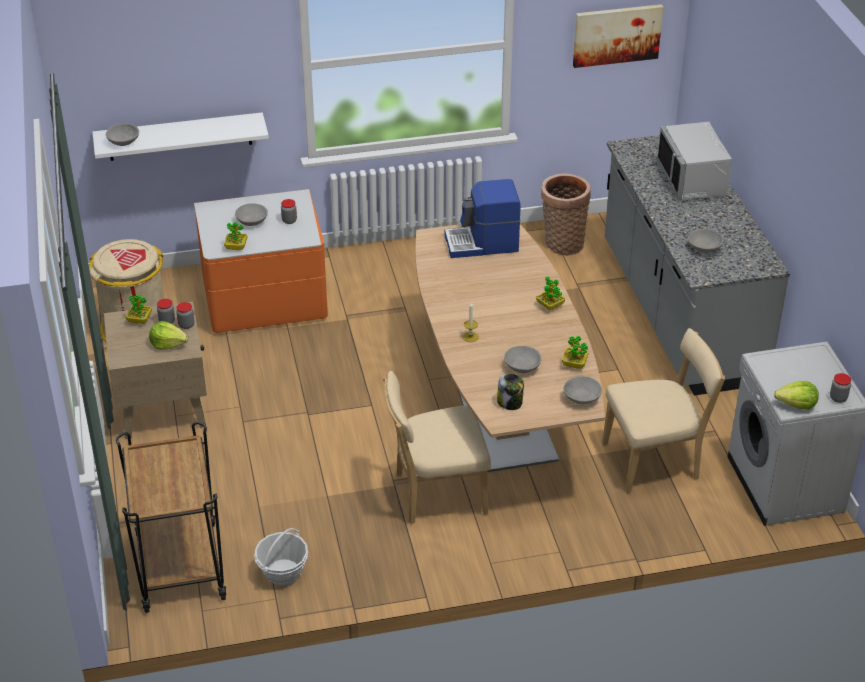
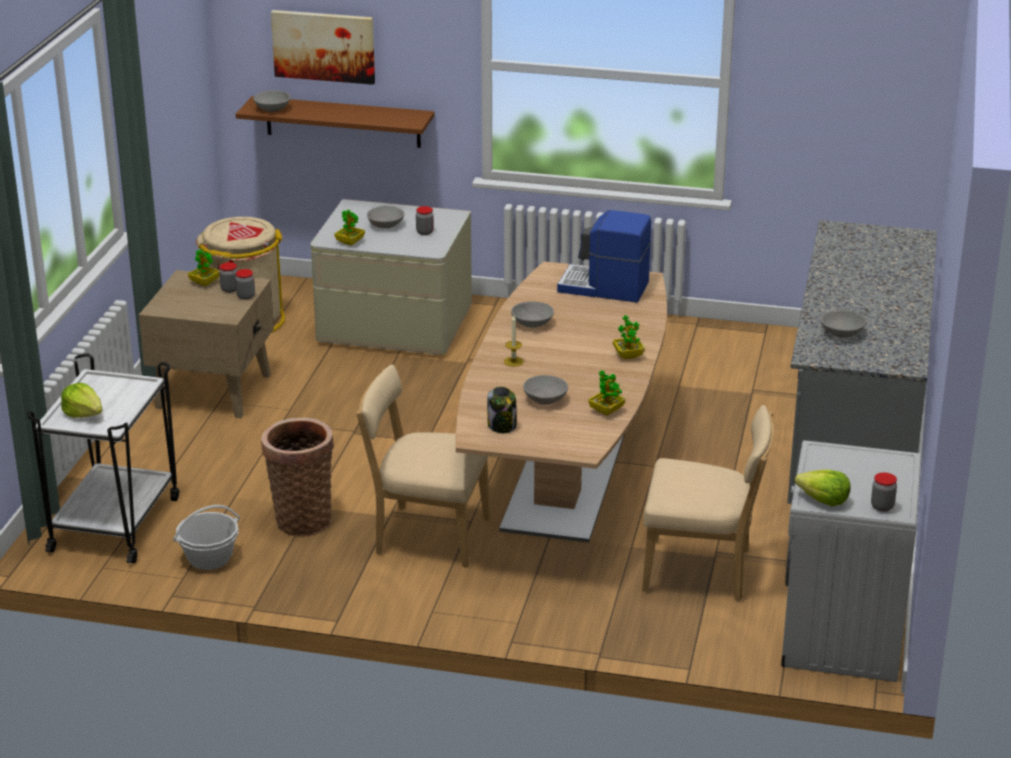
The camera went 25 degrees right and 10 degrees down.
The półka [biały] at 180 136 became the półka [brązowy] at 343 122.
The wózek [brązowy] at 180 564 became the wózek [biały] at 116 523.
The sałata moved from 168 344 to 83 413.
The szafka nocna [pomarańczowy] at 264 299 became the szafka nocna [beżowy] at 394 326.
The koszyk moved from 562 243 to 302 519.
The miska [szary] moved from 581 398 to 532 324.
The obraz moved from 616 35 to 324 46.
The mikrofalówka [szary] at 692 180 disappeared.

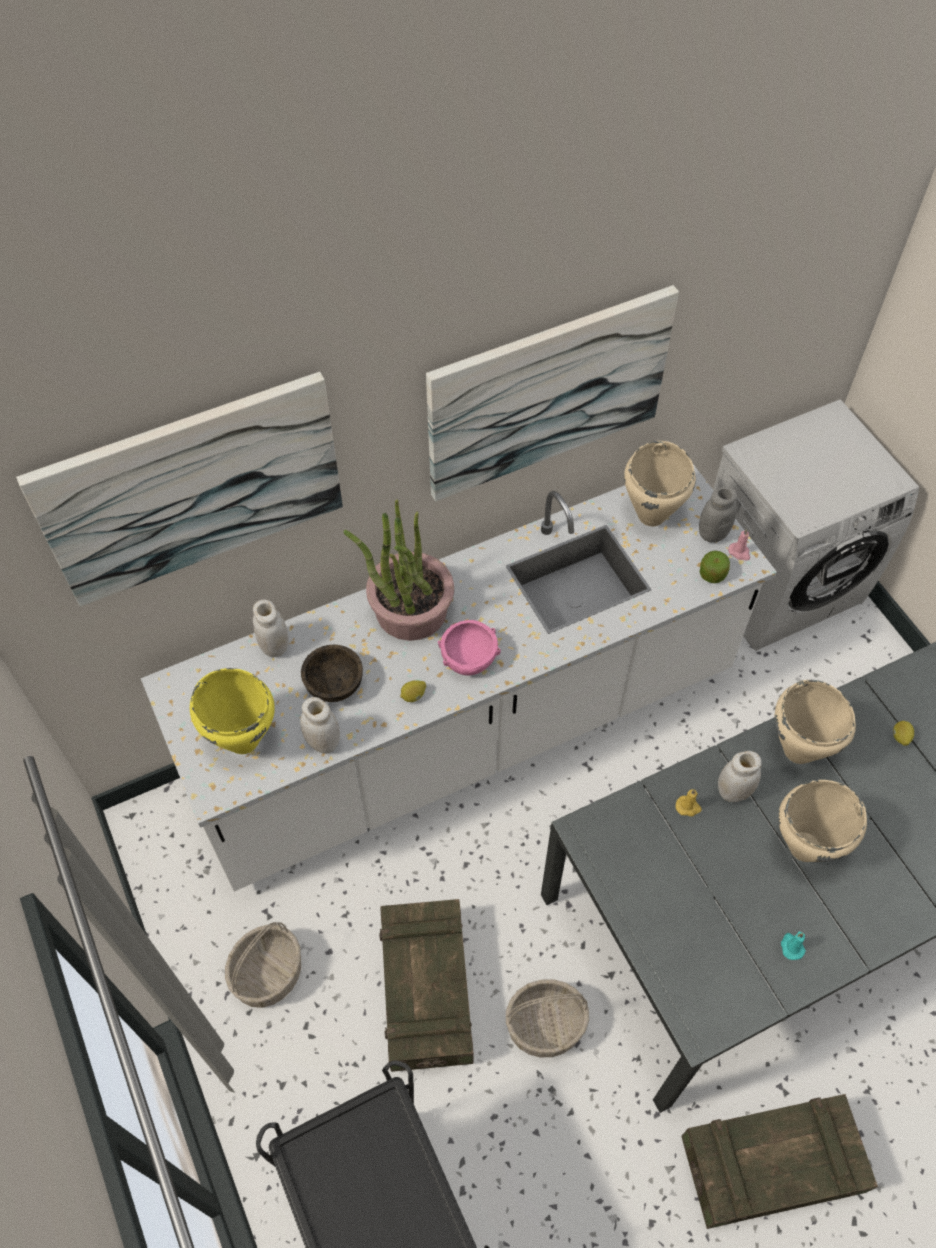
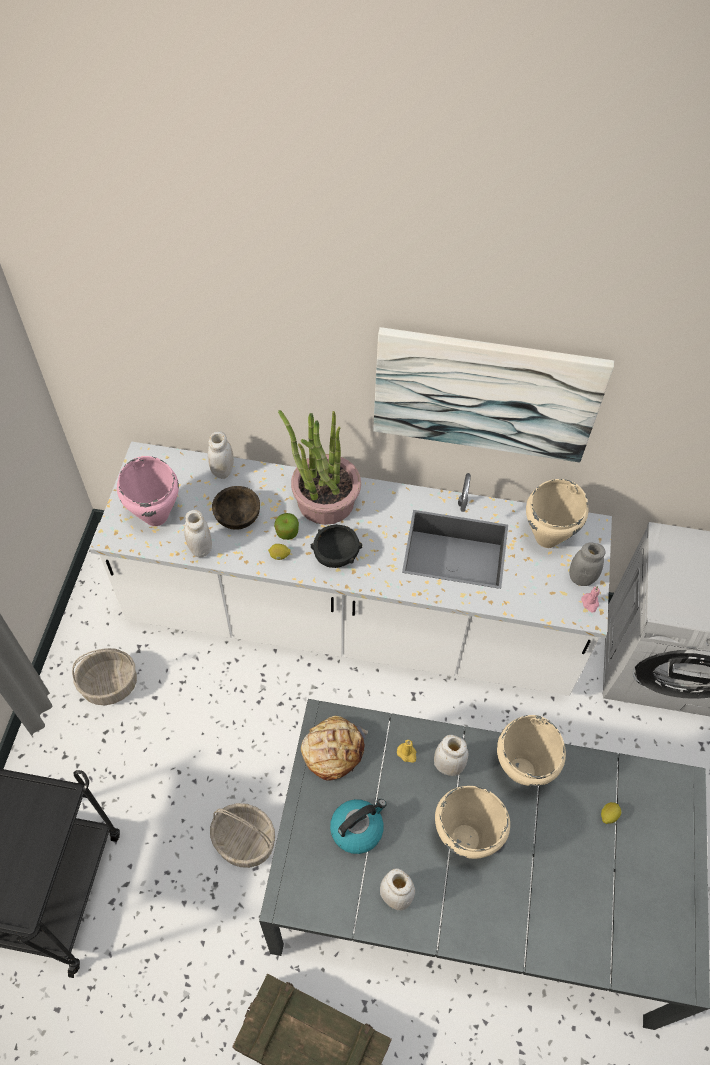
The camera went 35 degrees right and 0 degrees up.
The obraz at 193 488 disappeared.
The garnek [żółty] at 243 739 became the garnek [różowy] at 156 516.
The skrzynka at 426 992 disappeared.
The miska [różowy] at 469 657 became the miska [czarny] at 336 554.
The jabłko moved from 712 574 to 287 532.
The świeca [turkusowy] at 791 946 was replaced by the słoik [biały] at 395 896.
The chleb at 332 750 appeared.
The czajnik at 357 828 appeared.

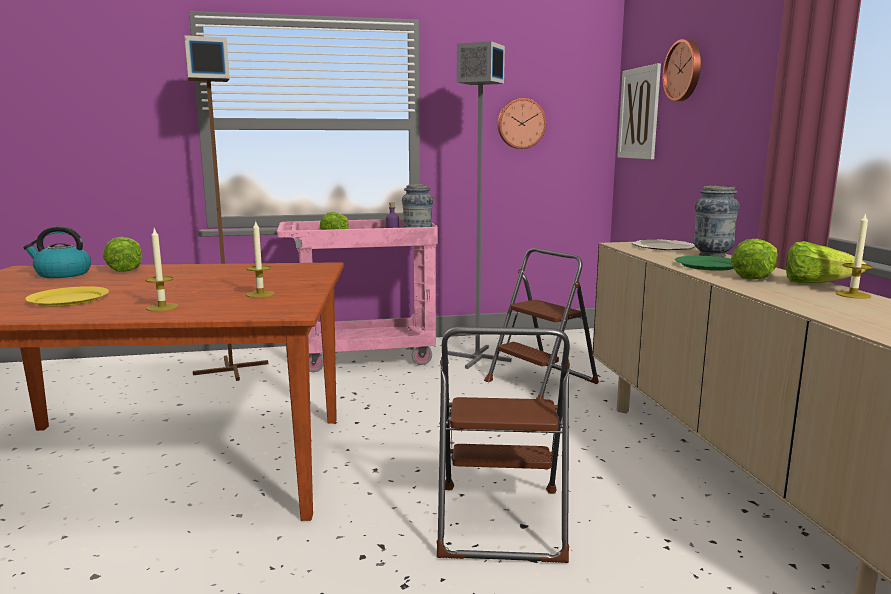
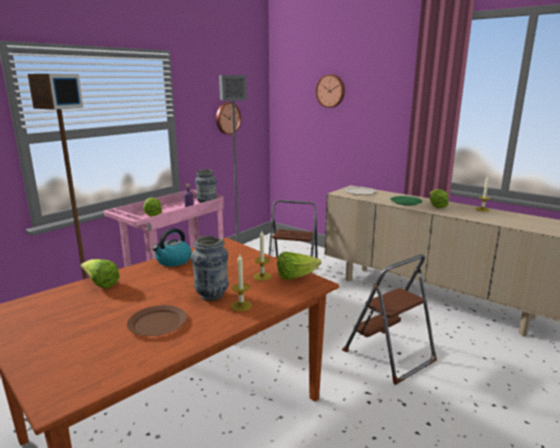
The camera went 40 degrees left and 5 degrees up.
The czajnik moved from 62 274 to 173 261.
The talerz [żółty] at 68 299 became the talerz [brązowy] at 157 323.
The obraz at 639 113 disappeared.
The wazon moved from 712 256 to 212 296.
The sałata moved from 815 284 to 295 277.

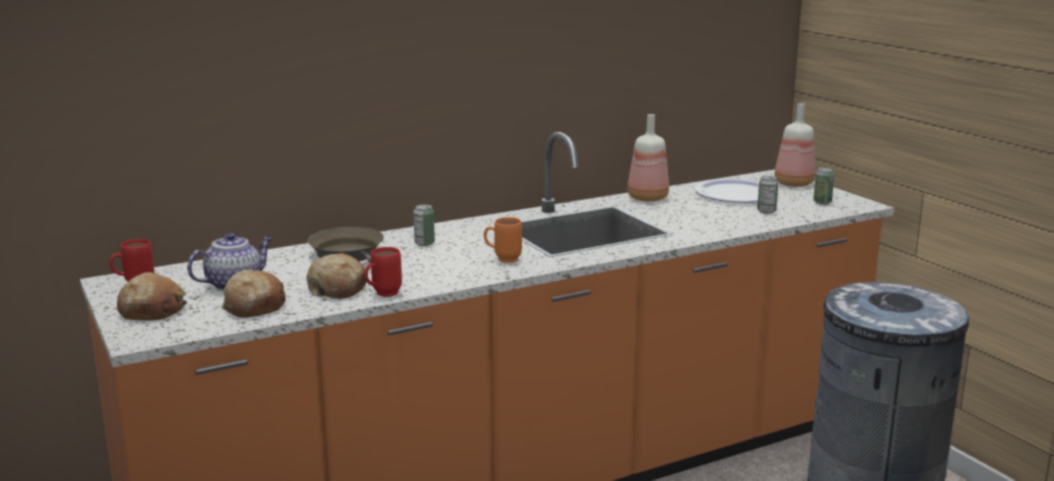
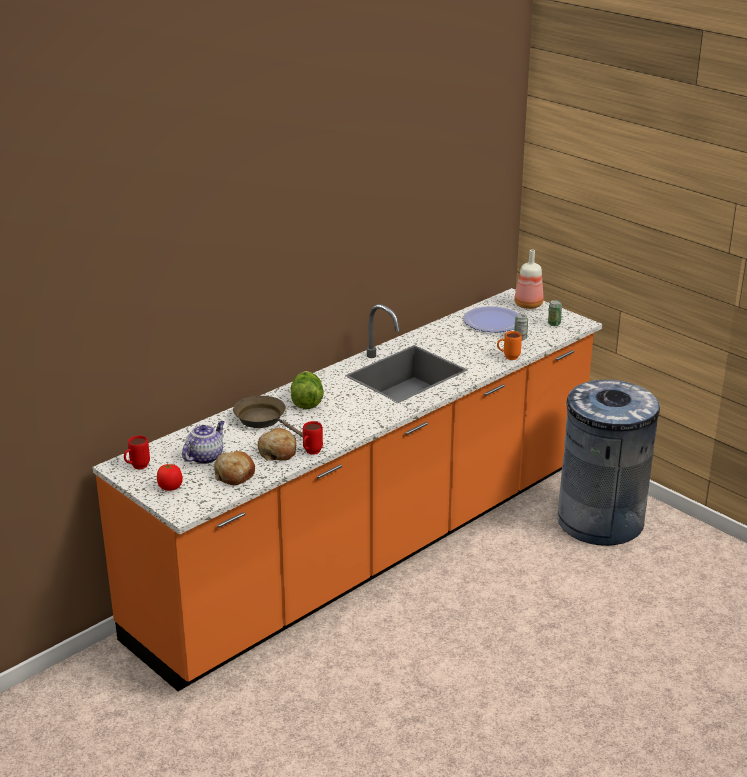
The camera went 15 degrees left and 10 degrees up.
The chleb at 152 310 was replaced by the pomidor at 170 487.
The puszka at 424 243 was replaced by the sałata at 306 401.
The kubek [pomarańczowy] moved from 502 259 to 508 357.
The butelka at 646 198 disappeared.

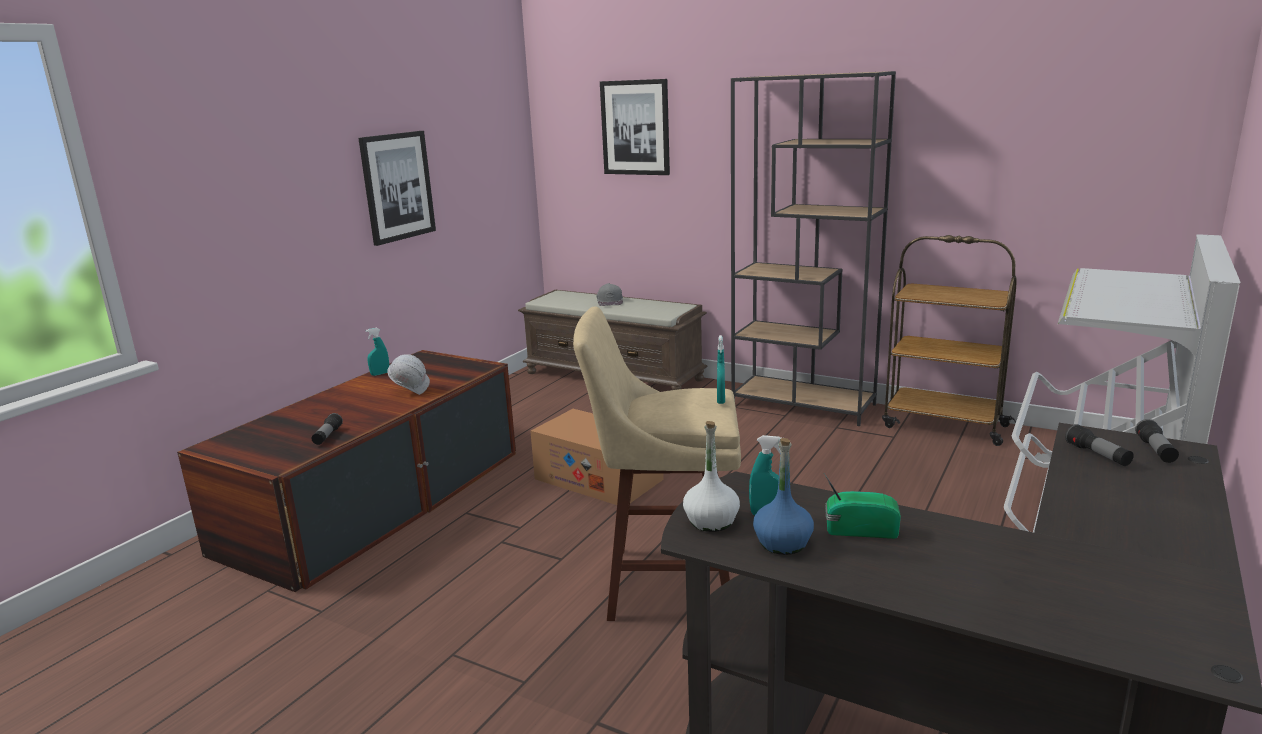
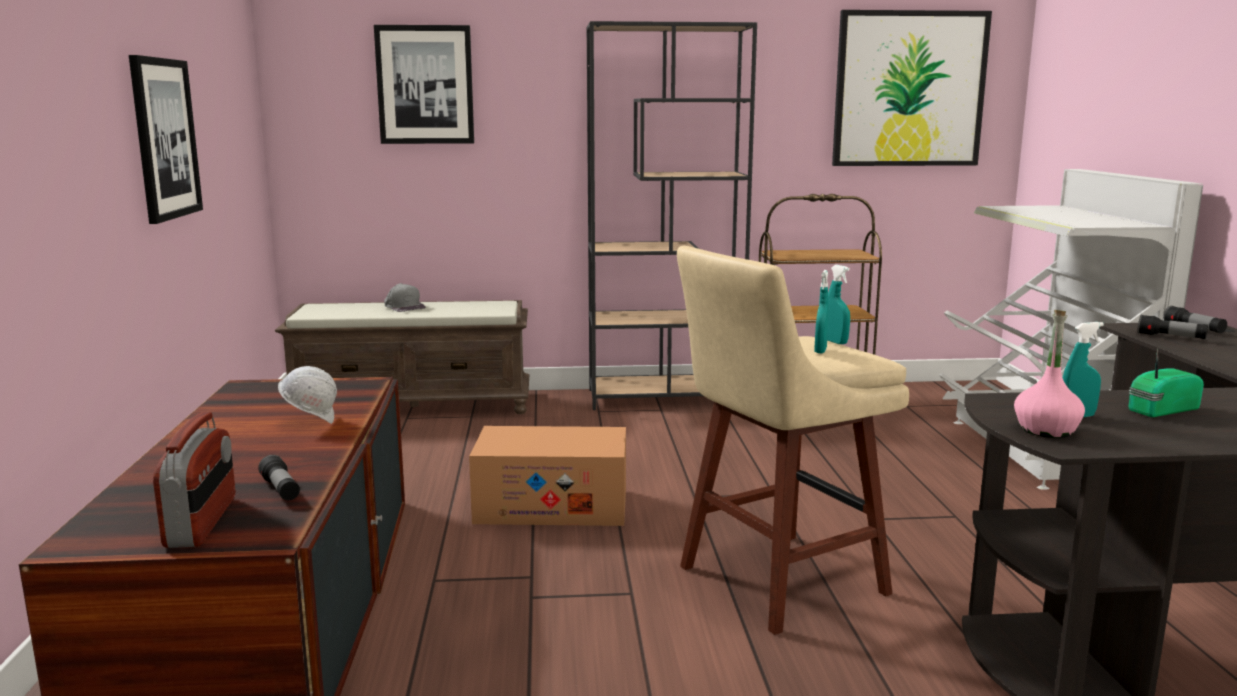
The camera went 35 degrees left and 5 degrees down.
The spryskiwacz [turkusowy] moved from 380 374 to 820 350.
The butelka [biały] at 711 521 became the butelka [różowy] at 1046 430.
The butelka [niebieski] at 783 543 disappeared.
The radio at 202 522 appeared.
The obraz at 909 89 appeared.

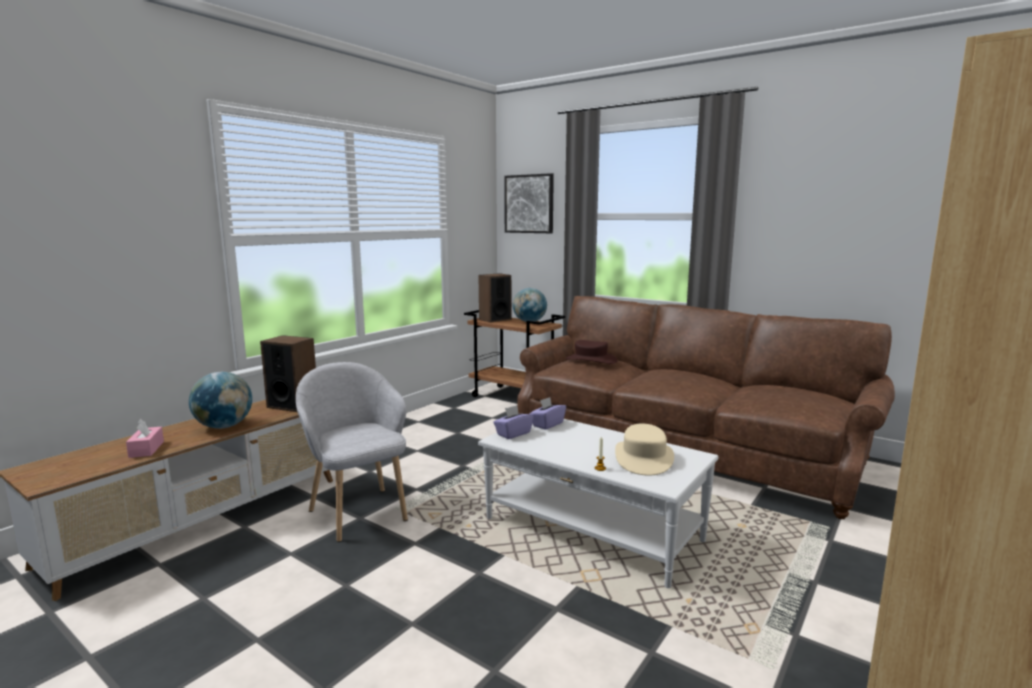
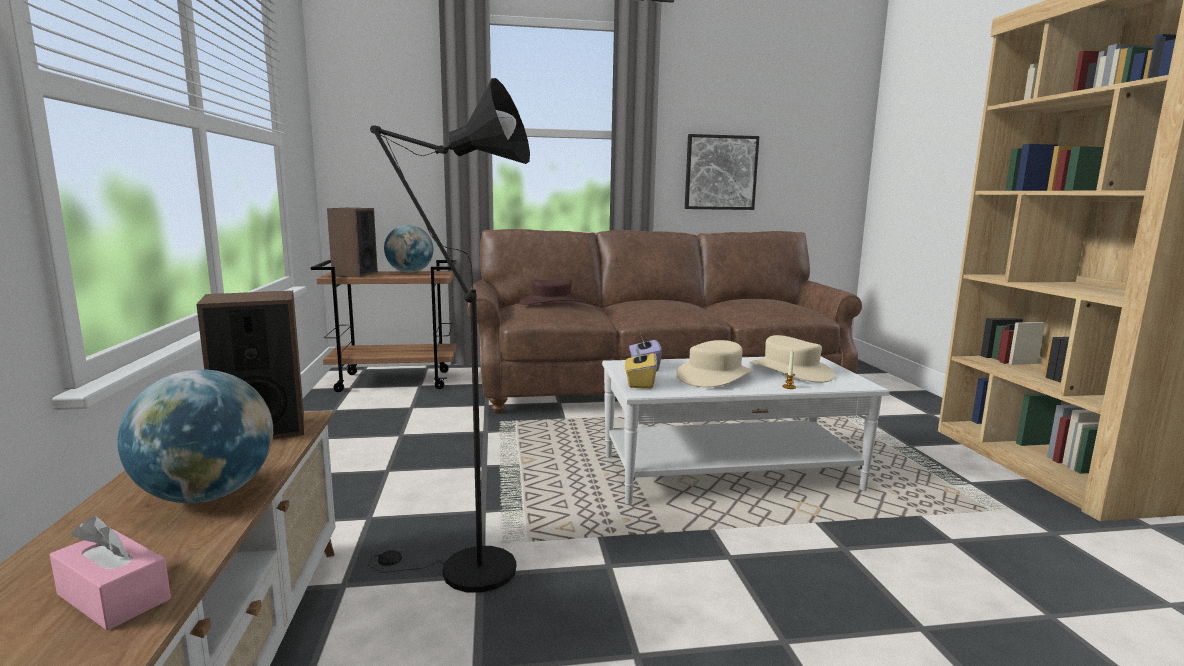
The camera went 45 degrees left and 0 degrees up.
The fotel [szary] at 358 512 was replaced by the lampa stojąca [czarny] at 464 570.
The pudełko chusteczek [fioletowy] at 513 433 became the pudełko chusteczek [żółty] at 640 383.
The obraz moved from 529 204 to 720 172.
The kapelusz [beżowy] at 714 376 appeared.

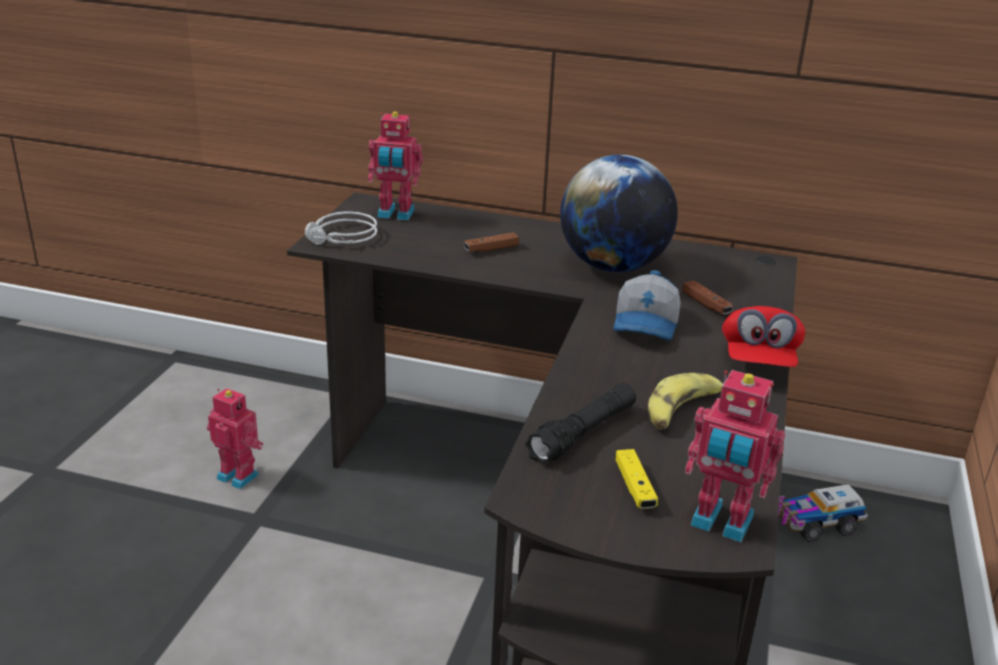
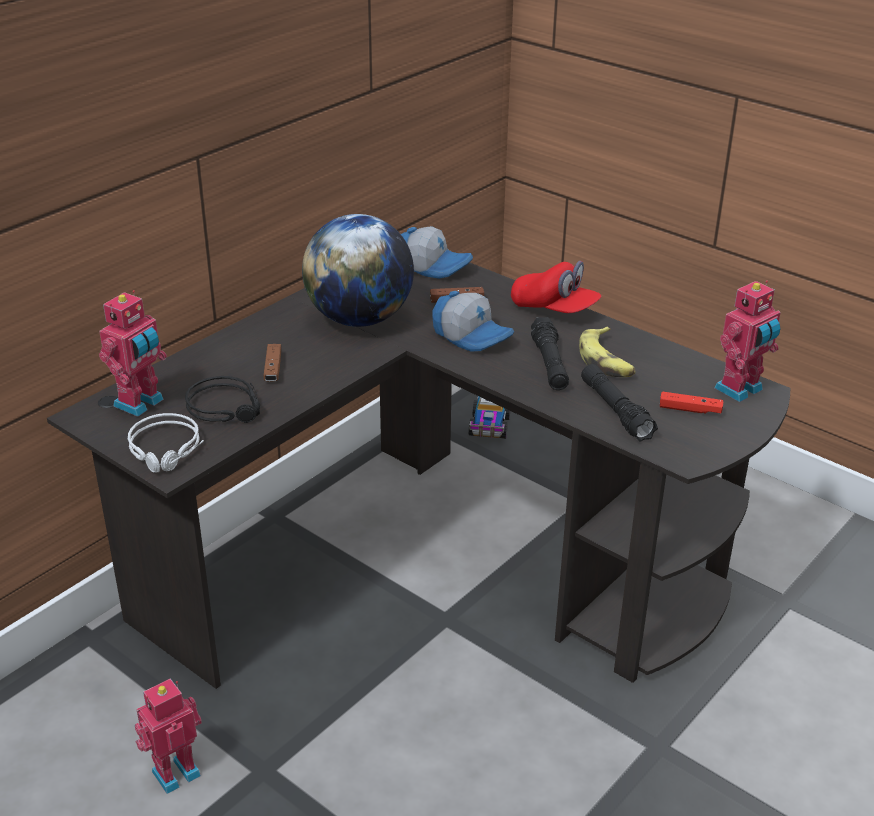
The camera went 65 degrees left and 5 degrees up.
The pad do gier [żółty] at 634 487 became the pad do gier [czerwony] at 690 409.
The słuchawki [czarny] at 227 407 appeared.
The czapka z daszkiem at 432 266 appeared.
The latarka [czarny] at 549 363 appeared.

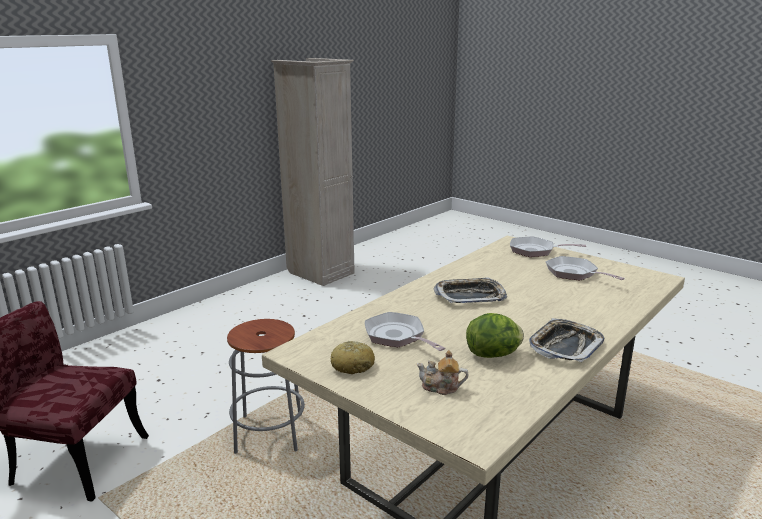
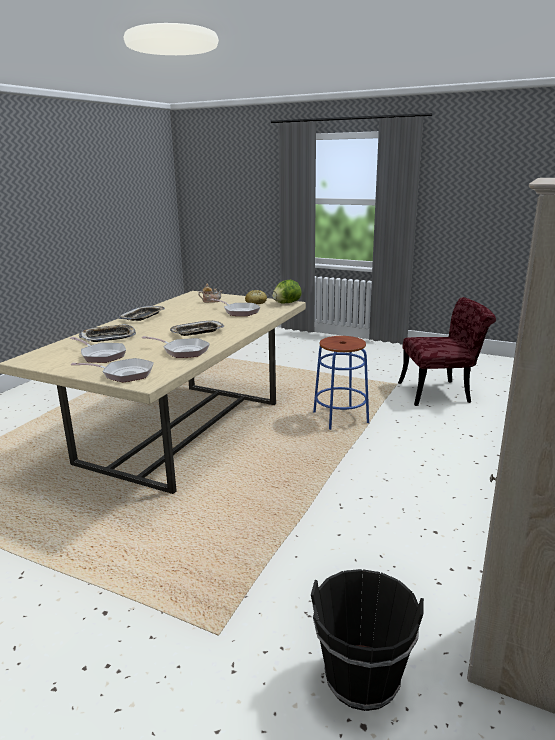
The camera went 165 degrees right and 0 degrees up.
The stołek [szary] at 269 434 became the stołek [niebieski] at 340 418.
The sałata moved from 493 354 to 286 303.
The taca at 108 337 appeared.
The patelnia at 183 351 appeared.
The wiadro [czarny] at 361 679 appeared.

